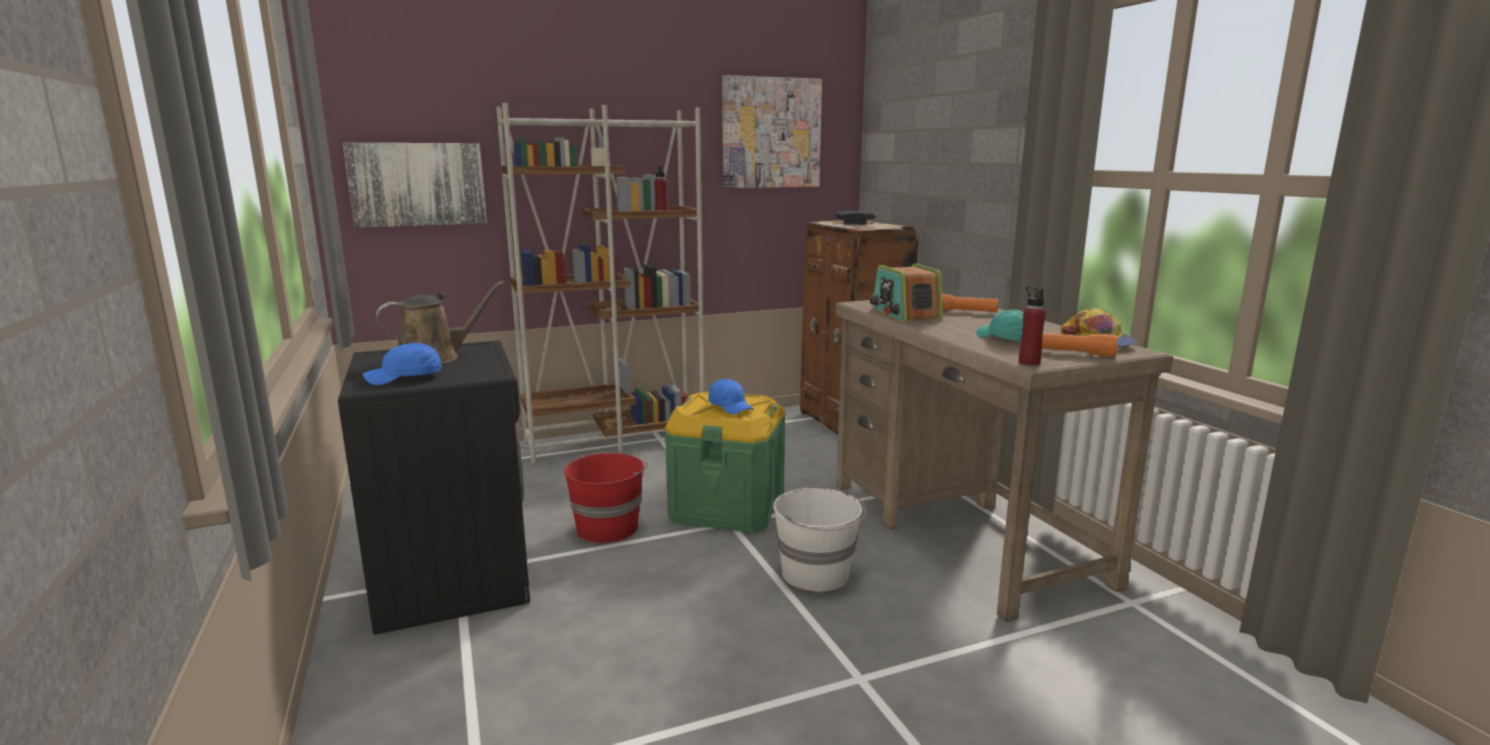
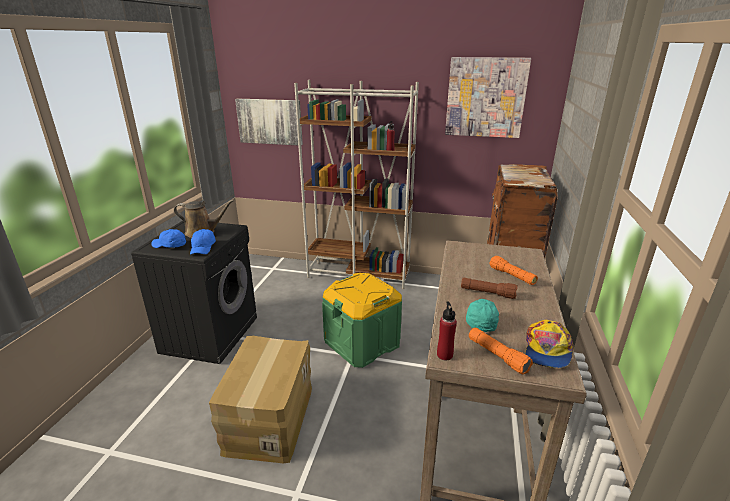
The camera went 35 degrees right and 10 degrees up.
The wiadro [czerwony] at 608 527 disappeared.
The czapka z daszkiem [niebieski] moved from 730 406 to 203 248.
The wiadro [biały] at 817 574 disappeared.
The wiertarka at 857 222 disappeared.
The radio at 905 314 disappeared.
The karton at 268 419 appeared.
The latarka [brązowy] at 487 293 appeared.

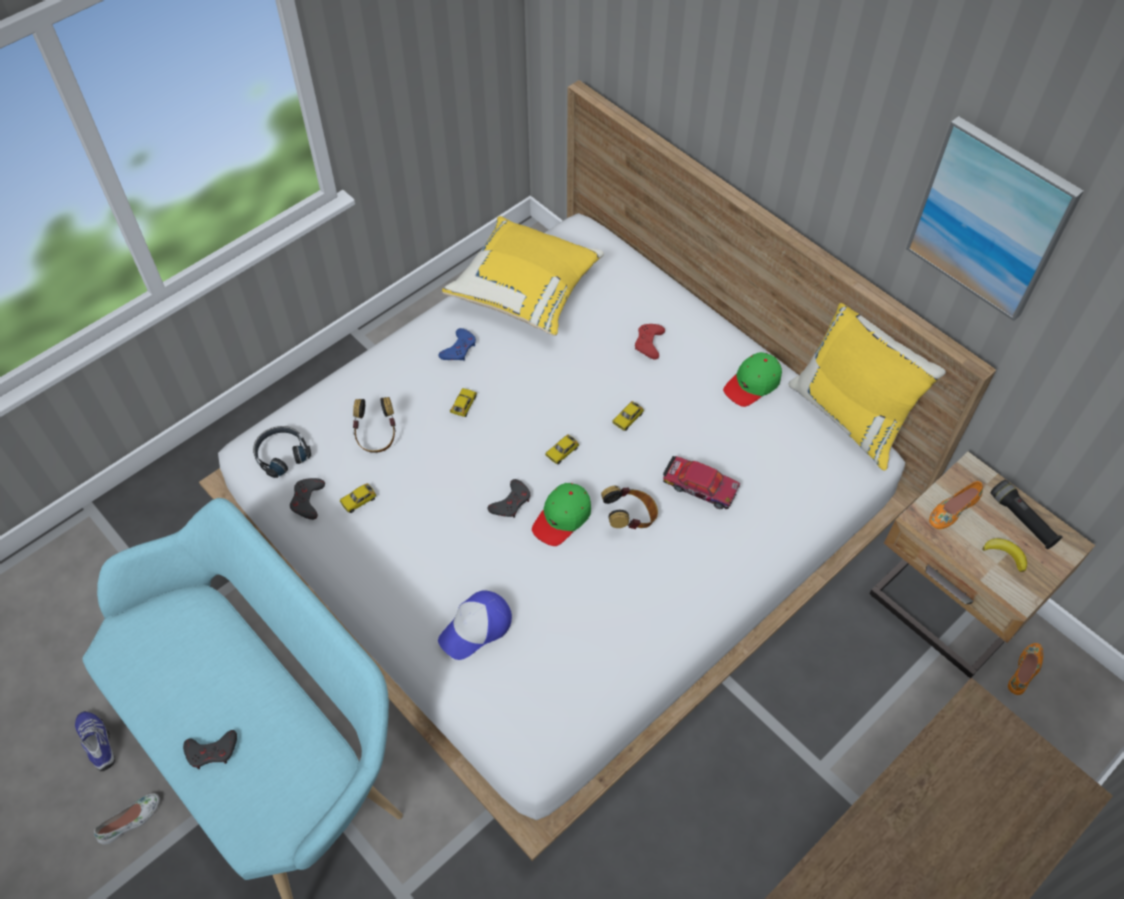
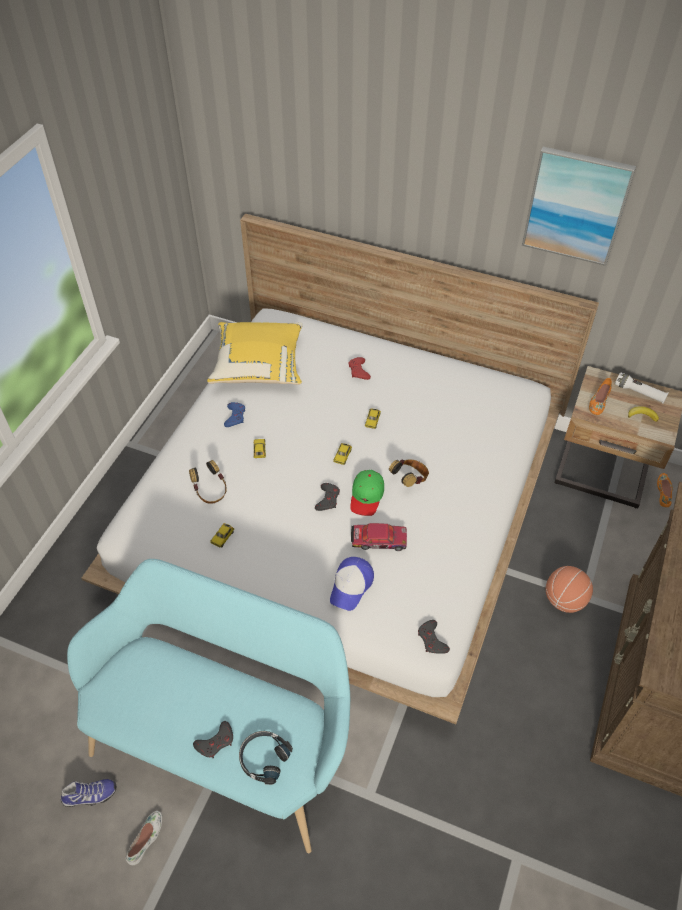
The camera went 25 degrees left and 5 degrees down.
The but at 98 742 turned 135 degrees clockwise.
The słuchawki [czarny] moved from 281 454 to 263 758.
The pad do gier [szary] moved from 307 500 to 432 640.
The samochodzik moved from 700 486 to 378 540.
The czapka z daszkiem [zielony] at 752 384 disappeared.
The poduszka [żółty] at 850 416 disappeared.
The latarka [czarny] at 1022 520 became the latarka [biały] at 639 393.
The piłka do koszykówki at 564 600 appeared.

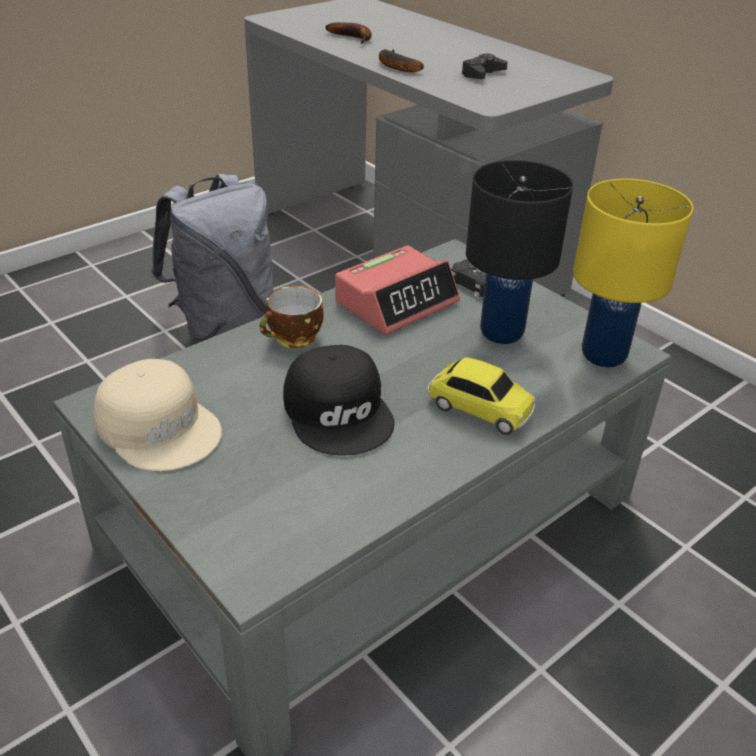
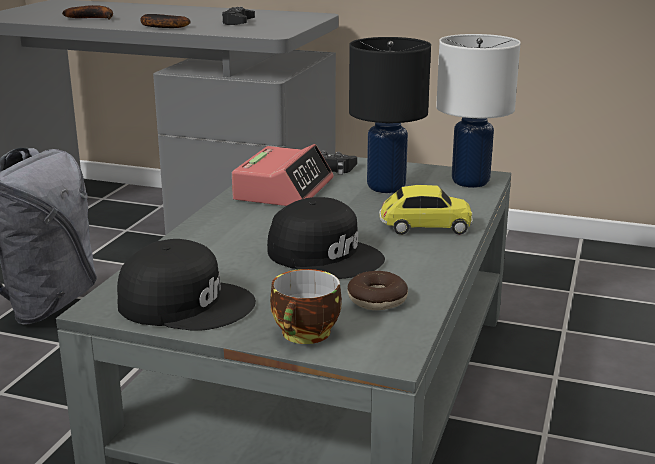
The camera went 30 degrees left and 15 degrees down.
The czapka z daszkiem [beżowy] at 160 426 became the czapka z daszkiem [czarny] at 186 303.
The filiżanka moved from 294 339 to 306 334.
The lampa stołowa [żółty] at 604 354 became the lampa stołowa [biały] at 469 181.
The donut at 377 300 appeared.

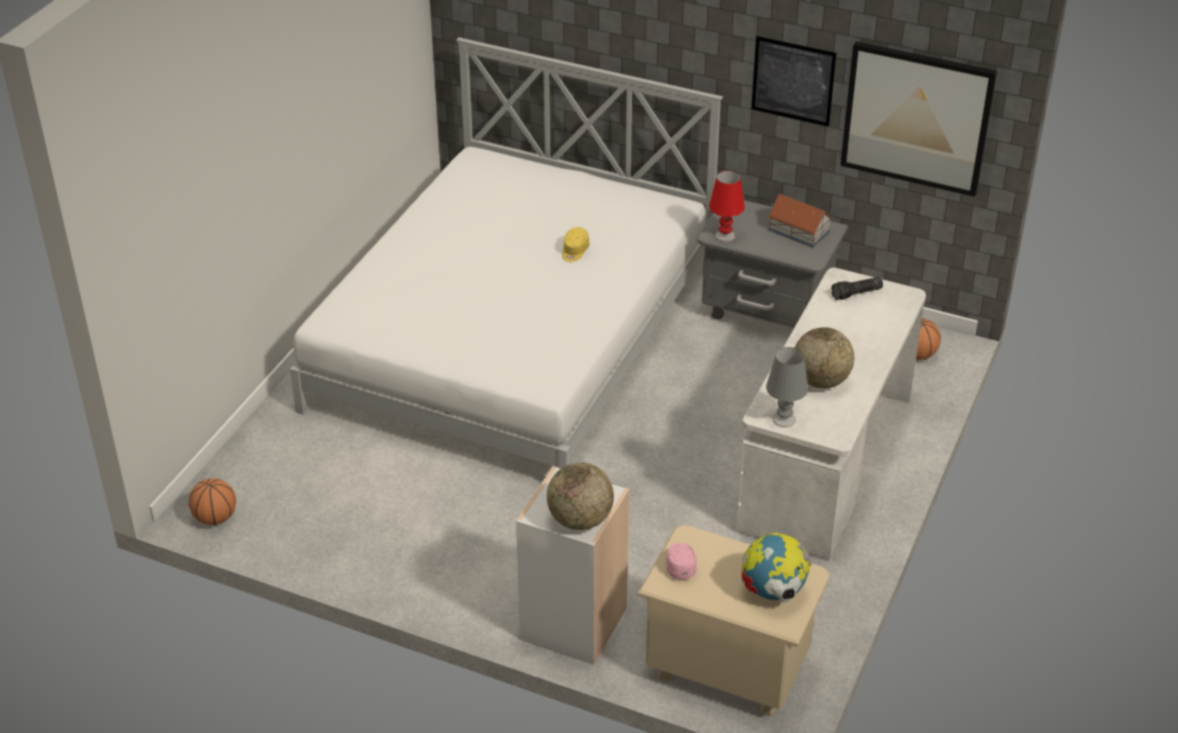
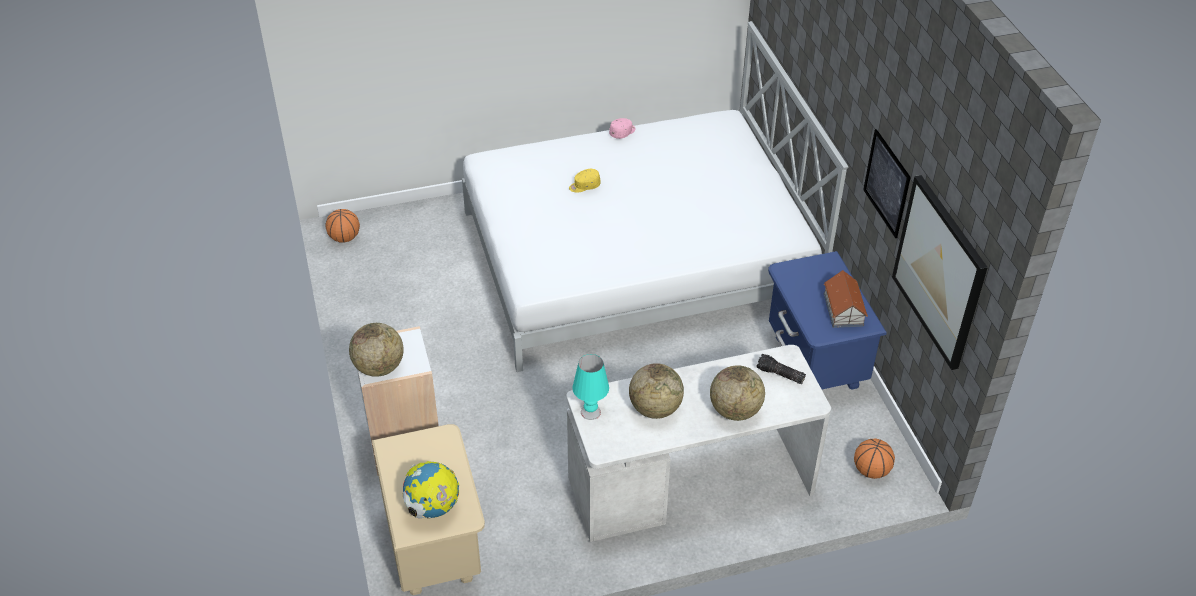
The camera went 50 degrees right and 5 degrees up.
The czapka z daszkiem [żółty] moved from 574 251 to 584 186.
The czapka z daszkiem [różowy] moved from 680 565 to 622 132.
The szafka nocna [szary] at 765 315 became the szafka nocna [niebieski] at 812 362.
The lampa stołowa [czerwony] at 725 236 disappeared.
The lampa stołowa [szary] at 784 420 became the lampa stołowa [turkusowy] at 590 412.
The globus at 735 410 appeared.

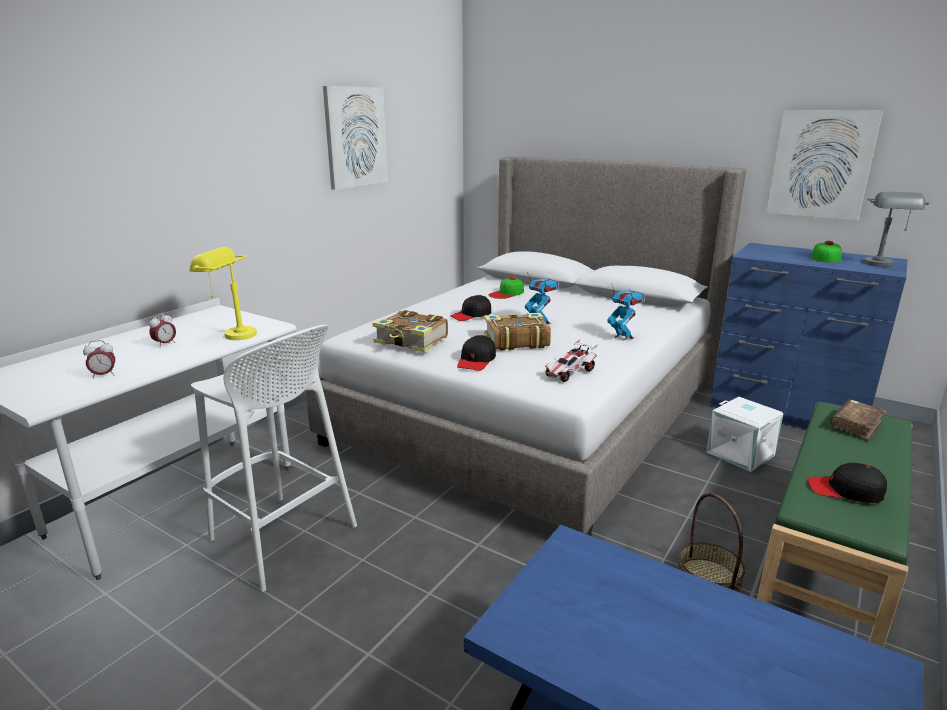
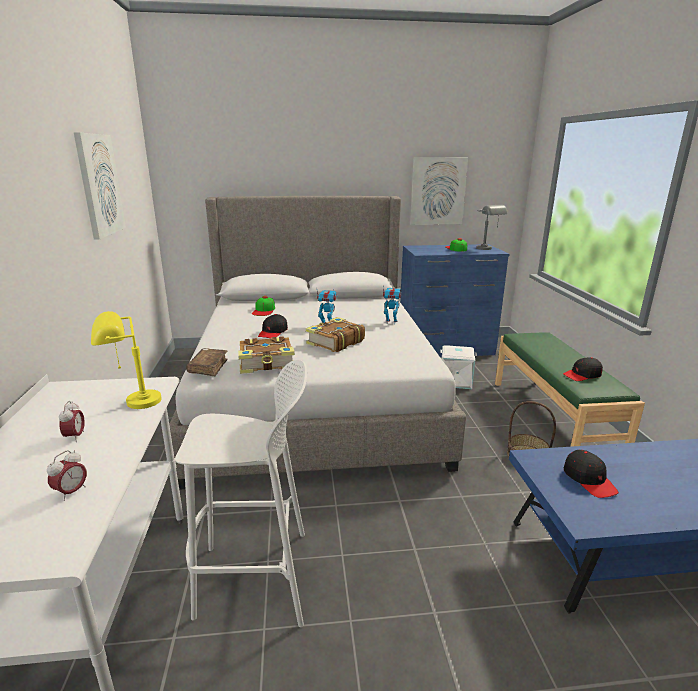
The camera went 40 degrees left and 0 degrees up.
The czapka z daszkiem [czarny] moved from 476 361 to 589 480.
The samochodzik at 569 373 disappeared.
The książka [brązowy] moved from 855 426 to 208 367.

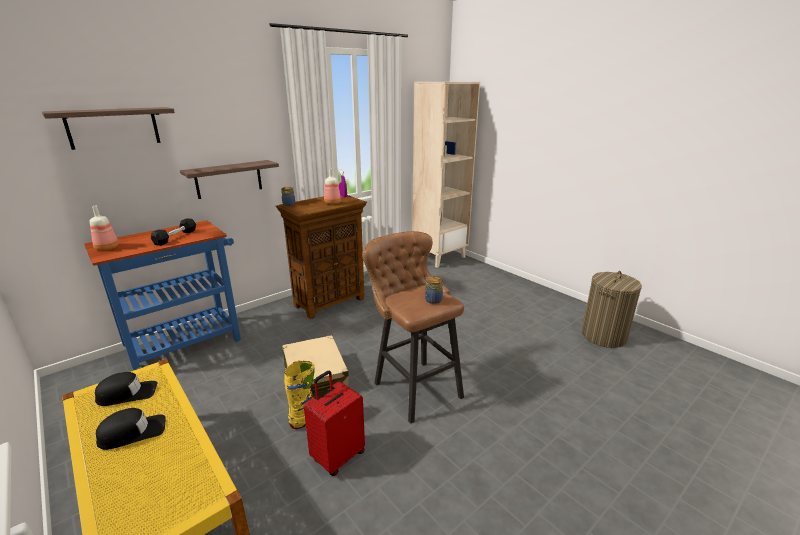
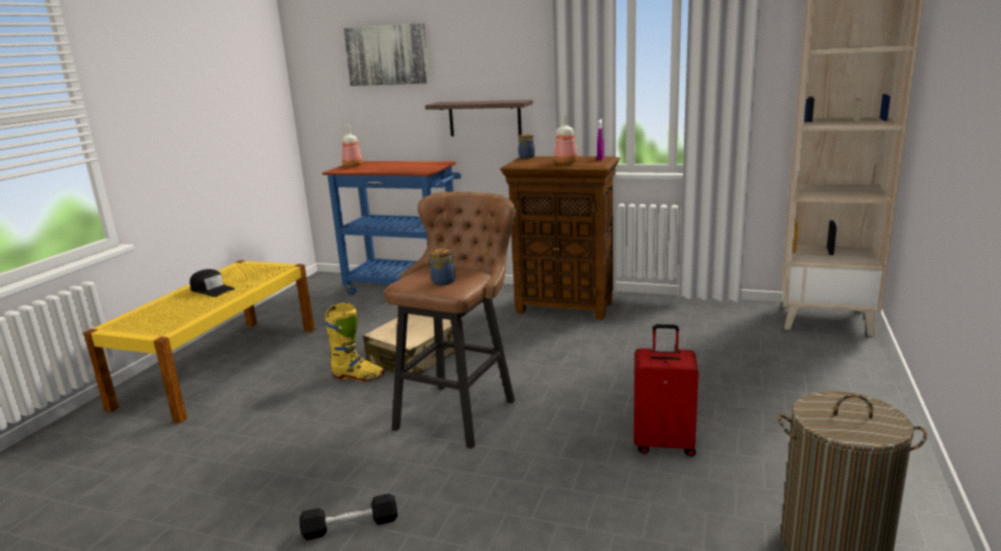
The camera went 60 degrees right and 5 degrees down.
The półka at 113 127 was replaced by the obraz at 387 55.
The czapka z daszkiem [czarny] at 127 394 disappeared.
The hantel [czarny] moved from 175 237 to 350 526.
The walizka [czerwony] moved from 337 456 to 664 443.

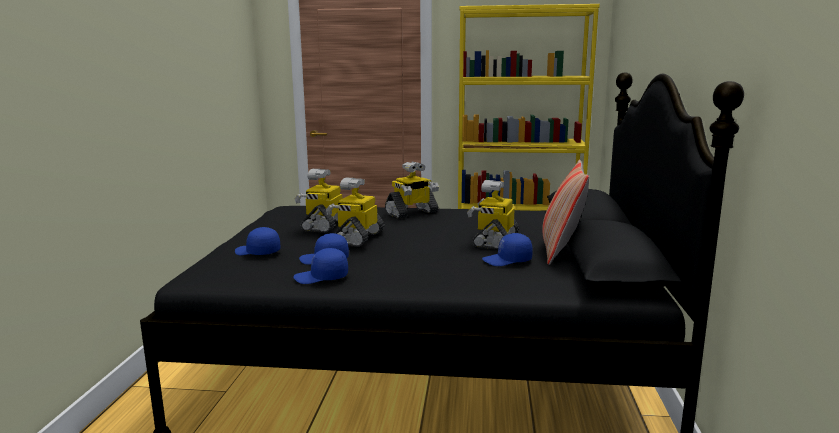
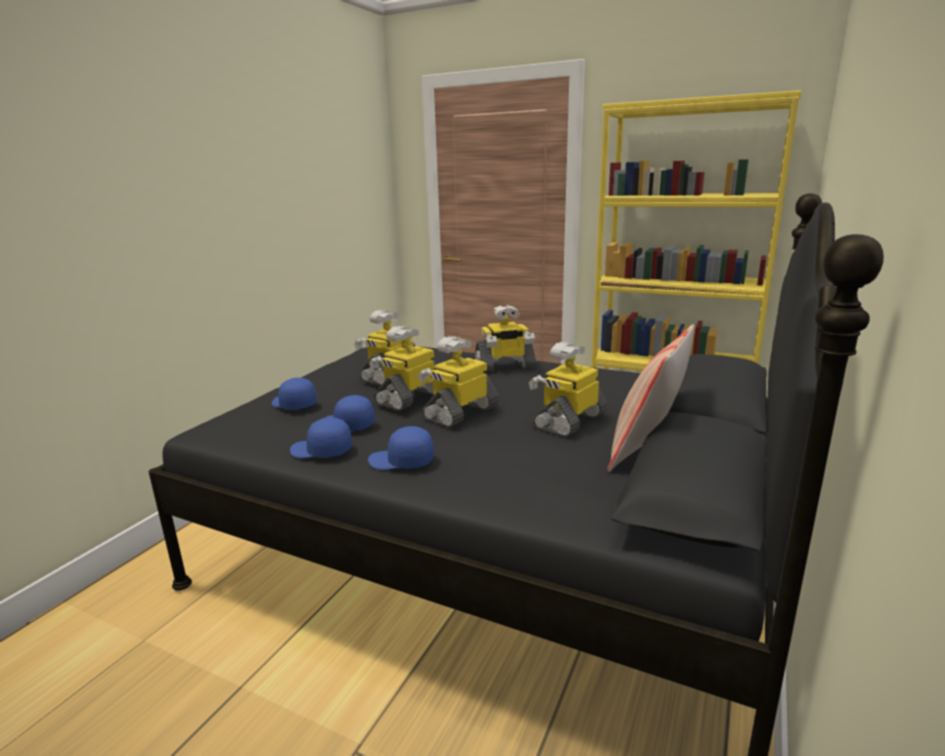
The camera went 20 degrees right and 5 degrees up.
The czapka z daszkiem [niebieski] moved from 507 260 to 401 461.
The robot zabawkowy at 460 412 appeared.

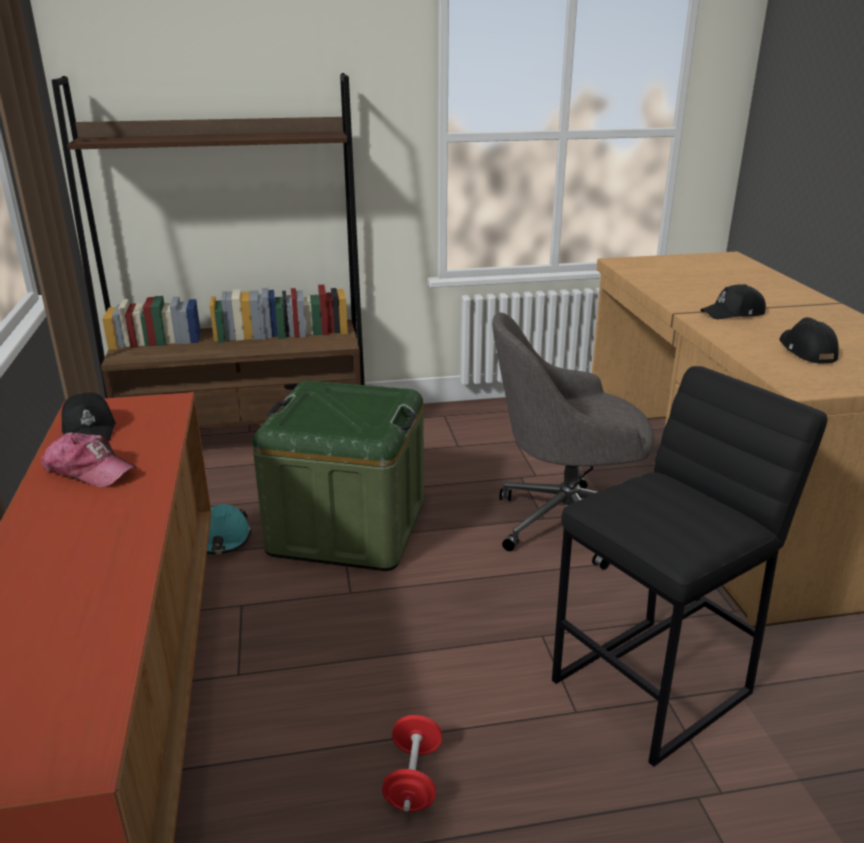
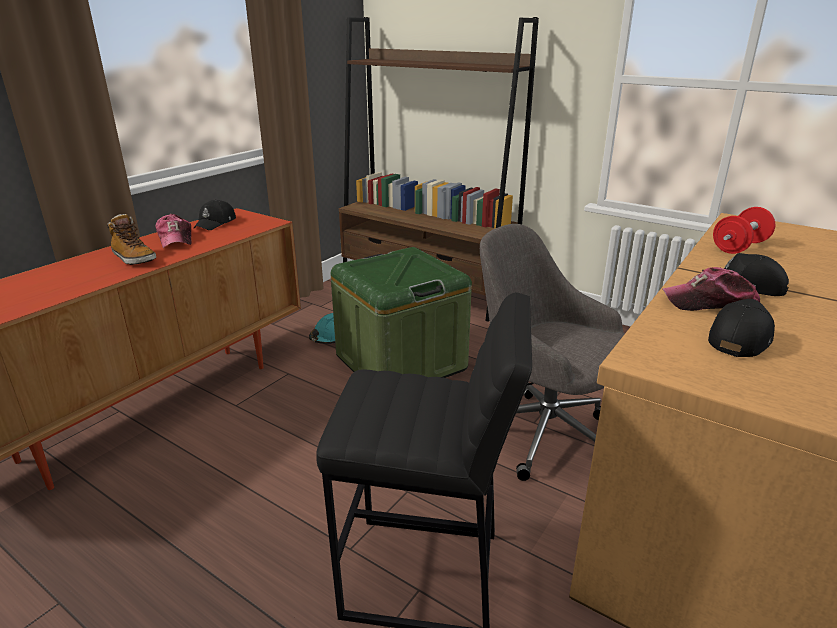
The camera went 45 degrees right and 0 degrees up.
The hantel [czerwony] moved from 413 779 to 739 247.
The but z cholewką at 133 258 appeared.
The czapka z daszkiem at 710 303 appeared.

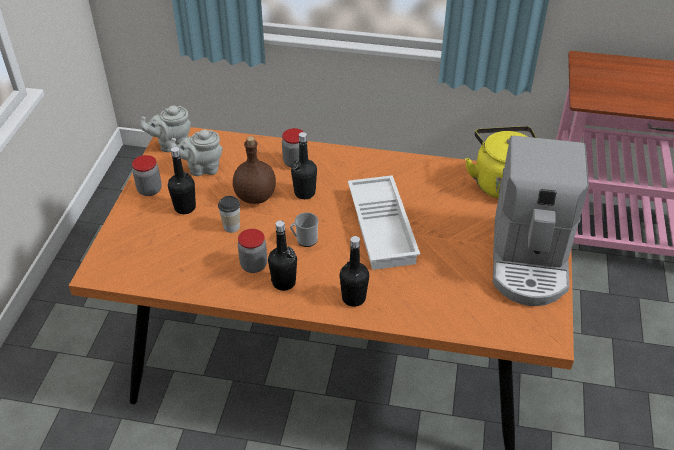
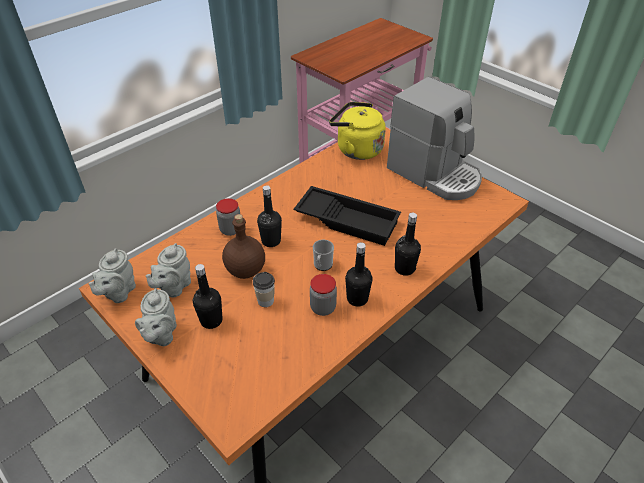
The camera went 55 degrees left and 0 degrees up.
The słoik at 149 190 was replaced by the imbryk [szary] at 161 335.
The taca [biały] at 383 227 became the taca [czarny] at 348 220.

